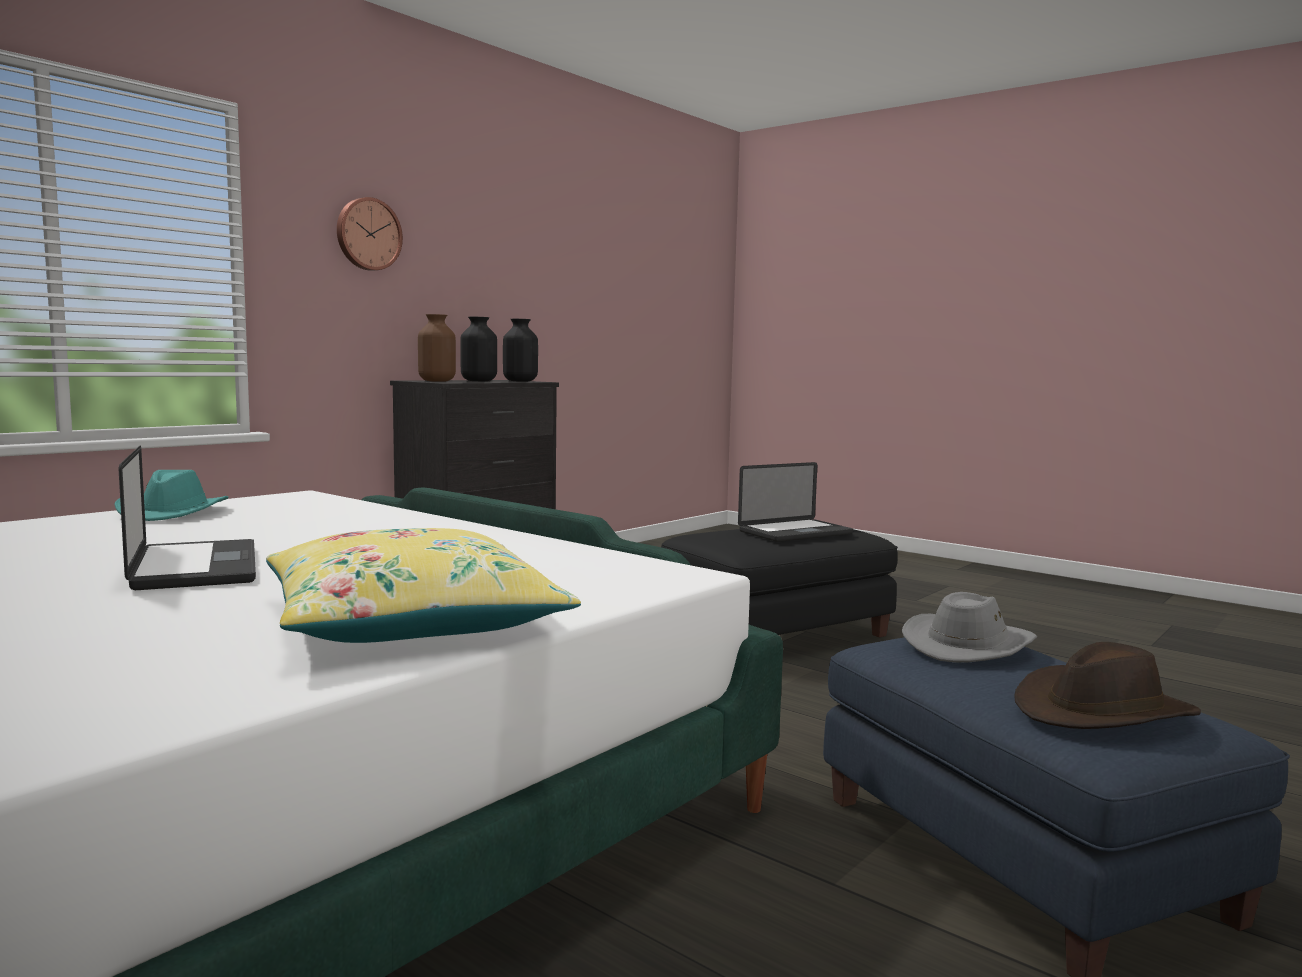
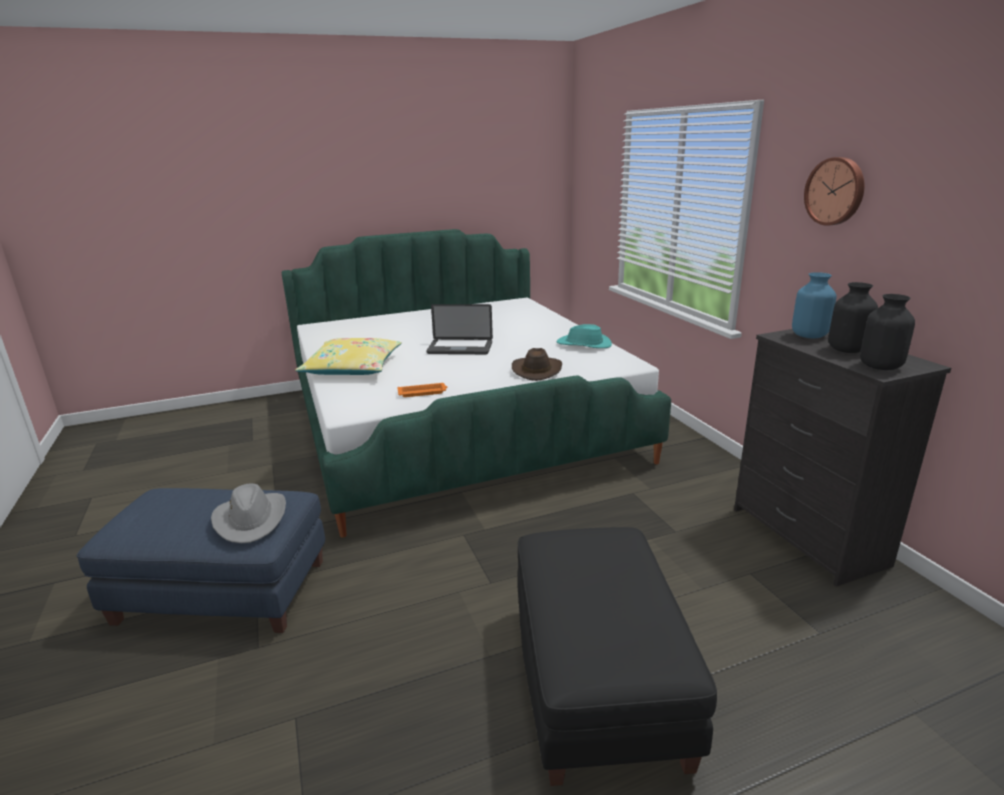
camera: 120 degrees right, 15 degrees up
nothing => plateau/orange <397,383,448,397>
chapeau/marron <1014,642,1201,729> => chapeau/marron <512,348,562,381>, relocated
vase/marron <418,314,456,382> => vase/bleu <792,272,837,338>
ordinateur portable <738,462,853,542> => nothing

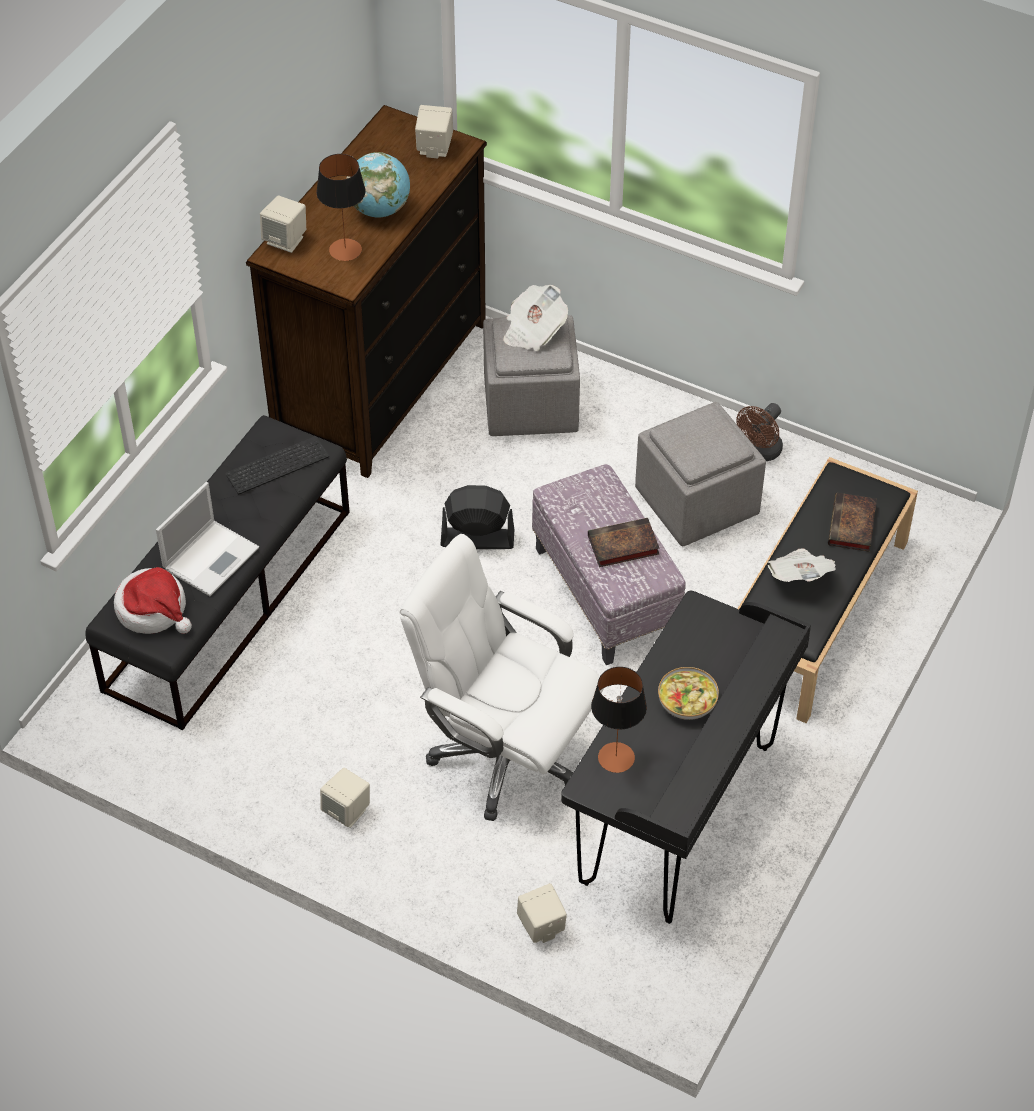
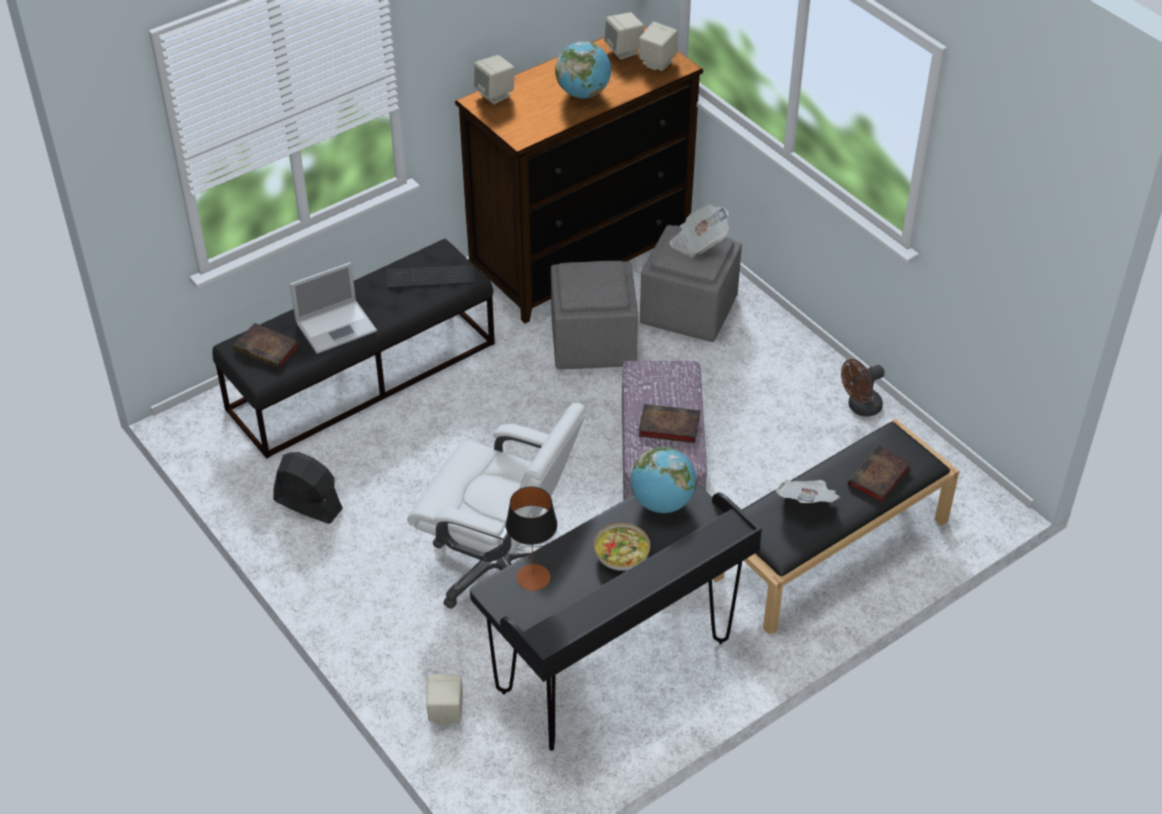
camera: 25 degrees right, 5 degrees down
chapeau <114,567,192,634> => livre <233,323,300,369>
ventilateur/noir <440,485,514,549> => ventilateur/noir <273,452,343,524>, relocated
chaise de bureau/blanc <400,534,604,821> => chaise de bureau/blanc <407,403,586,609>, 150 degrees clockwise
pouf/gris <635,402,766,546> => pouf/gris <551,261,638,370>, relocated
enceinte/beige <320,768,370,828> => enceinte/beige <604,12,644,60>, relocated
nothing => globe <631,447,697,513>
lampe de table <316,154,366,261> => nothing

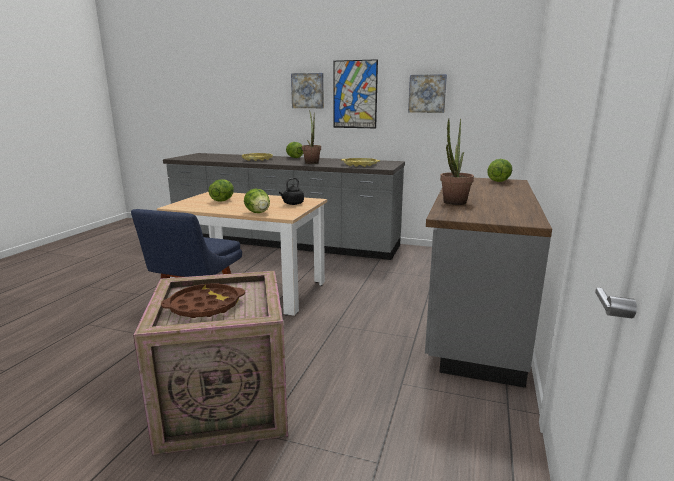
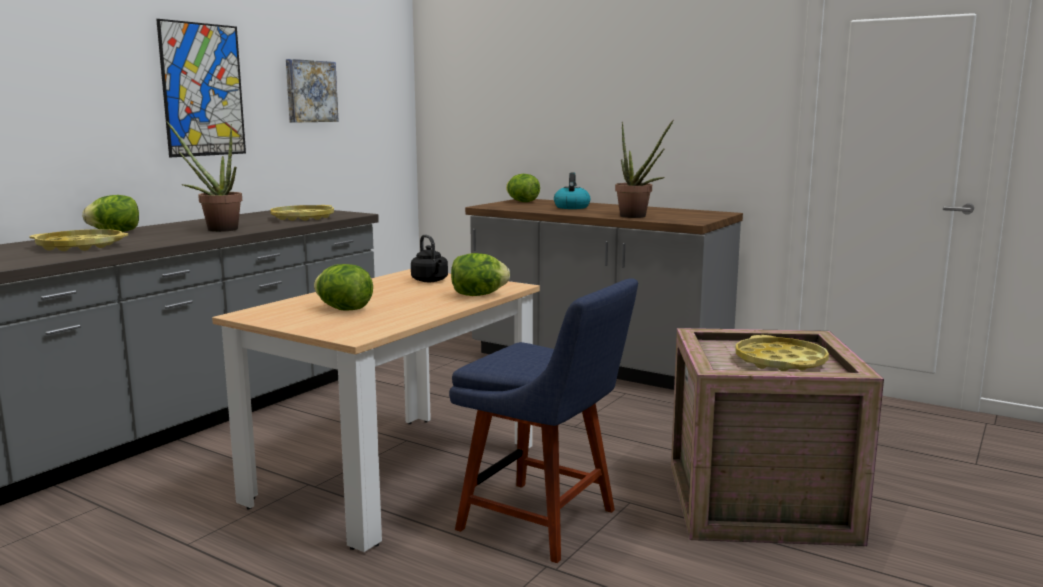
camera: 75 degrees left, 5 degrees down
nothing => bouilloire <554,172,590,209>
plateau/marron <161,283,245,318> => plateau/jaune <735,335,829,371>
tableau <291,73,324,108> => nothing

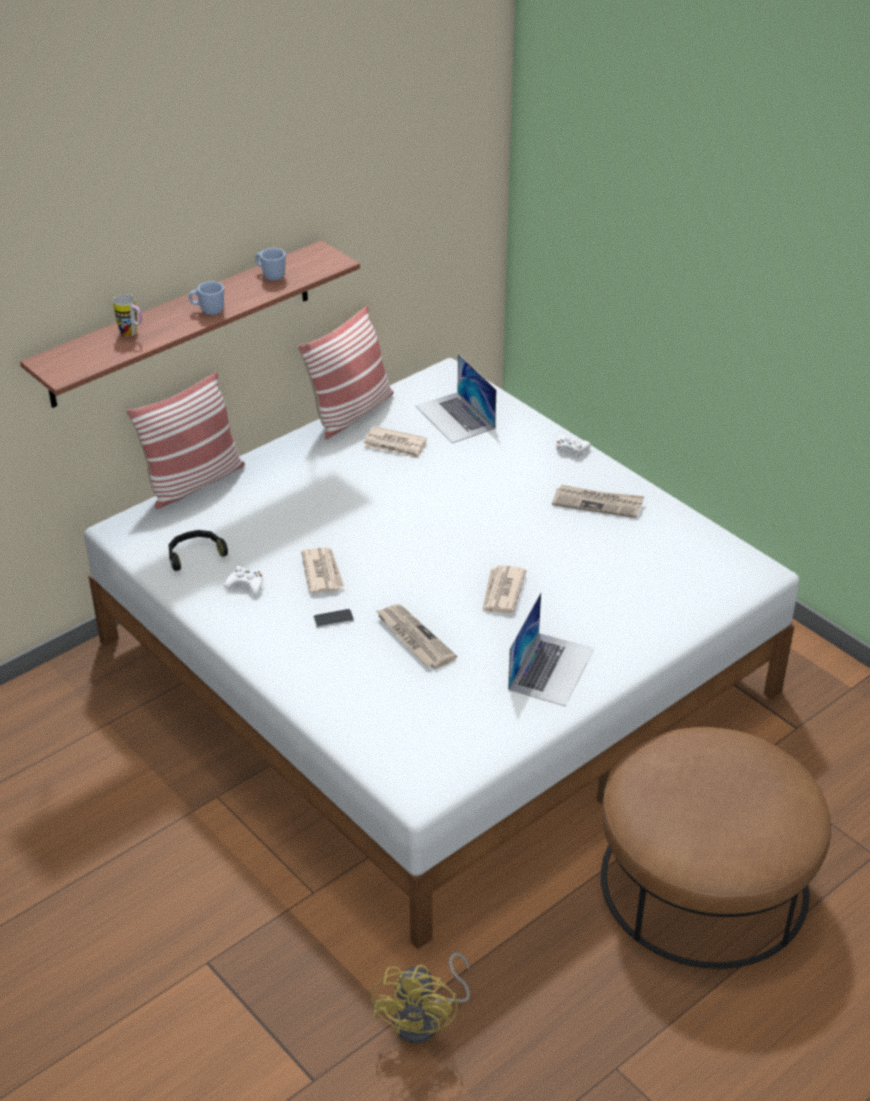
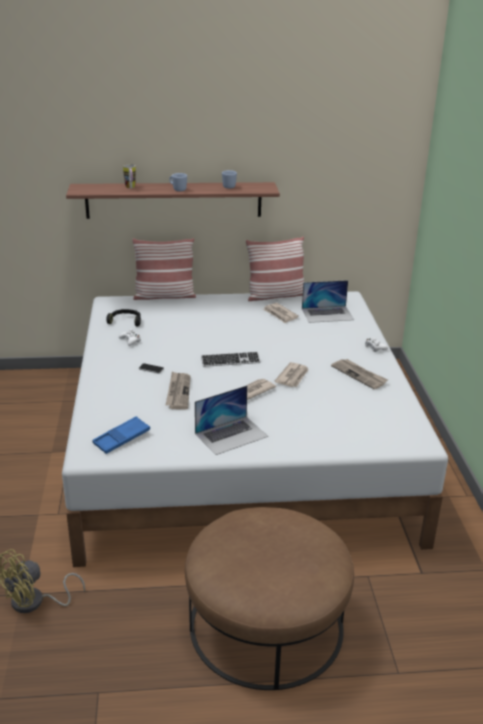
camera: 35 degrees right, 10 degrees down
nothing => plateau/bleu <92,416,150,454>
nothing => clavier <201,352,261,367>
journal <301,547,345,593> => journal <274,362,309,387>, relocated
ordinateur portable <416,354,496,443> => ordinateur portable <302,280,354,323>, 105 degrees counterclockwise

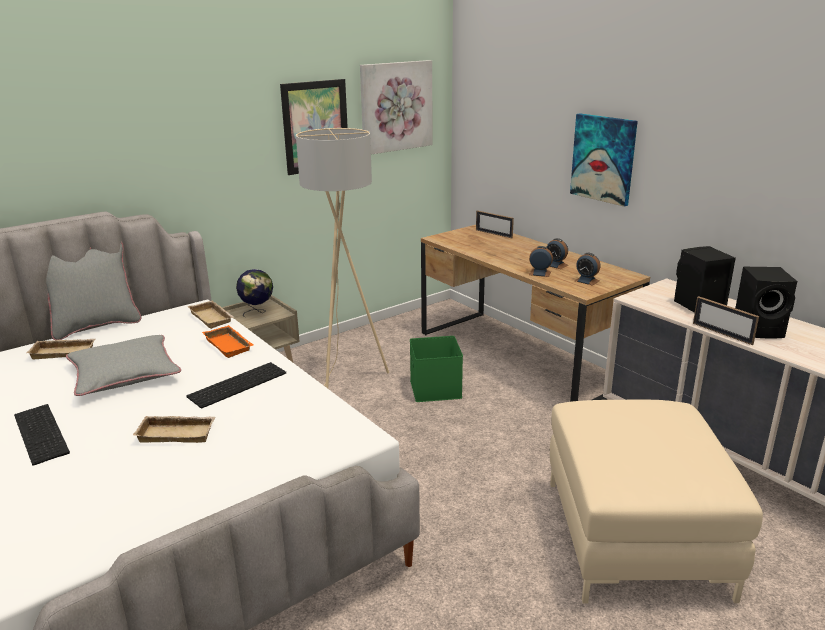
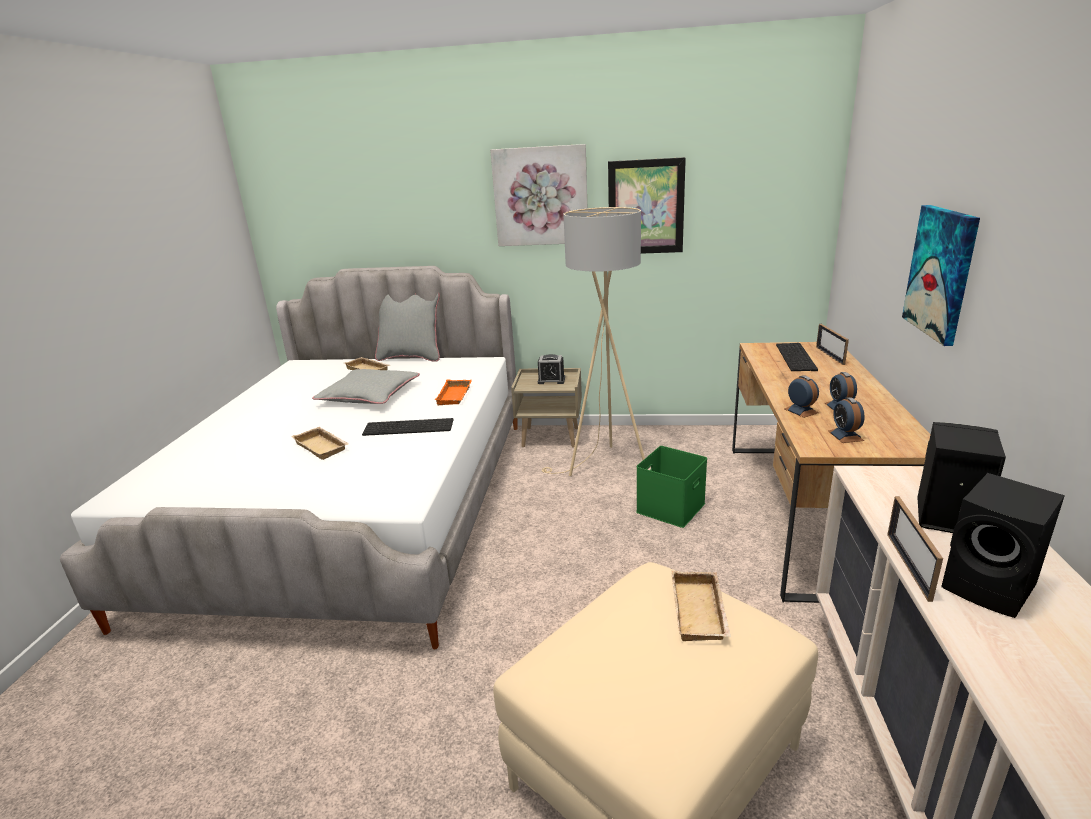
camera: 45 degrees right, 0 degrees up
tableau <360,60,432,155> => tableau <490,144,587,246>, relocated
globe <236,269,273,317> => réveil <538,354,565,384>
plateau/beige <188,300,234,329> => plateau/beige <671,570,731,641>, relocated
clavier <14,404,70,466> => clavier <776,343,818,371>, relocated

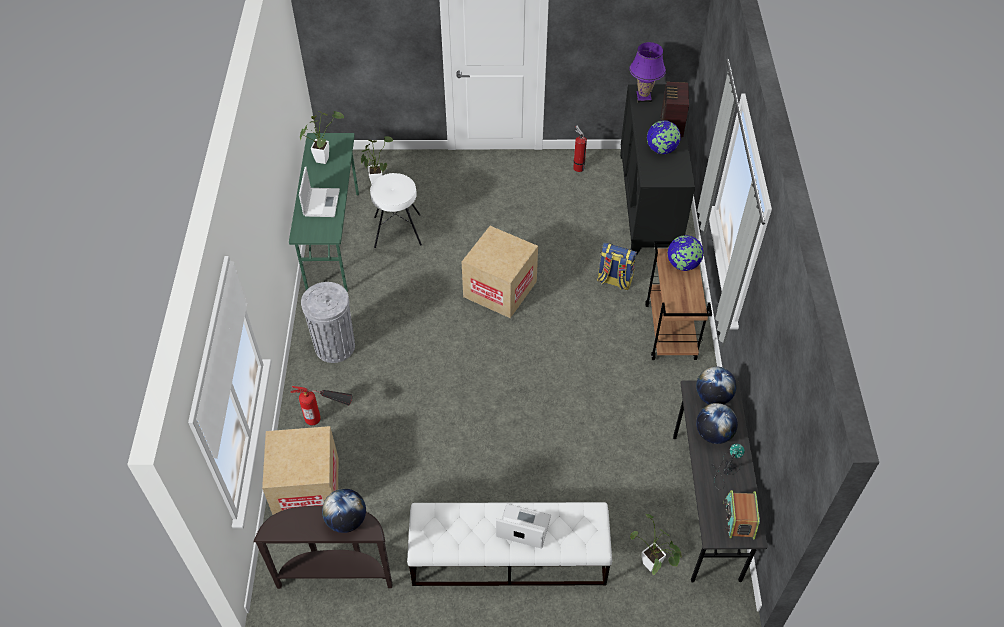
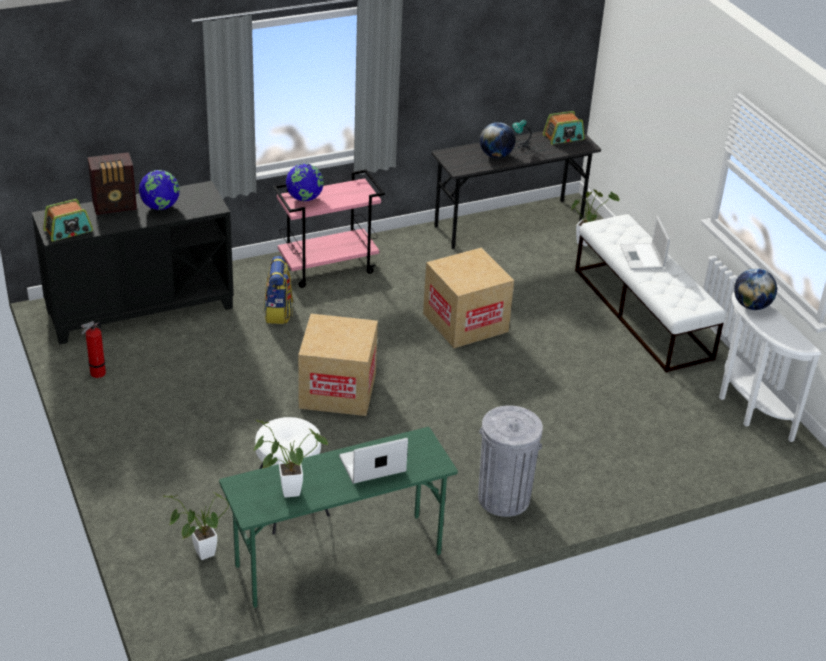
camera: 115 degrees left, 15 degrees down
lampe de table/violet <629,42,666,103> => radio <43,199,93,242>
chariot/marron <645,241,712,360> => chariot/rose <273,169,385,288>
carton <262,426,338,515> => carton <423,248,514,348>, relocated
table console/marron <253,506,392,589> => table console/blanc <719,292,821,442>
extincteur <291,386,352,426> => nothing
globe <696,366,737,404> => nothing

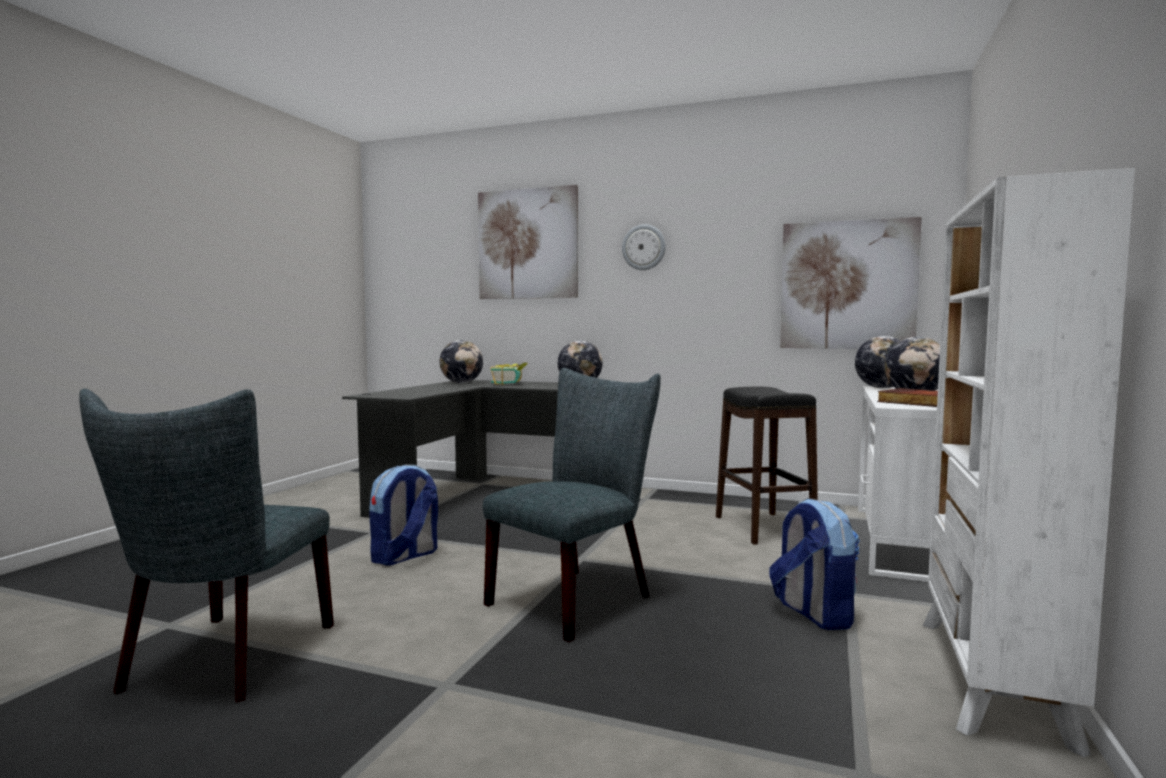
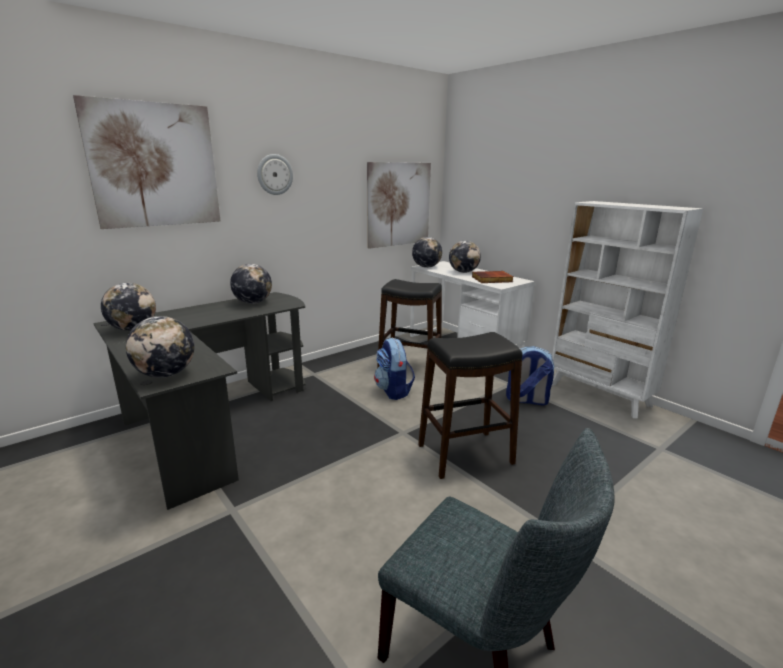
camera: 60 degrees left, 15 degrees up
nothing => globe <126,316,194,378>
sac à dos <369,465,438,566> => sac à dos <374,338,415,400>, relocated
chaise/gris <483,368,661,642> => tabouret/noir <418,332,523,479>
livre <490,362,528,385> => nothing

